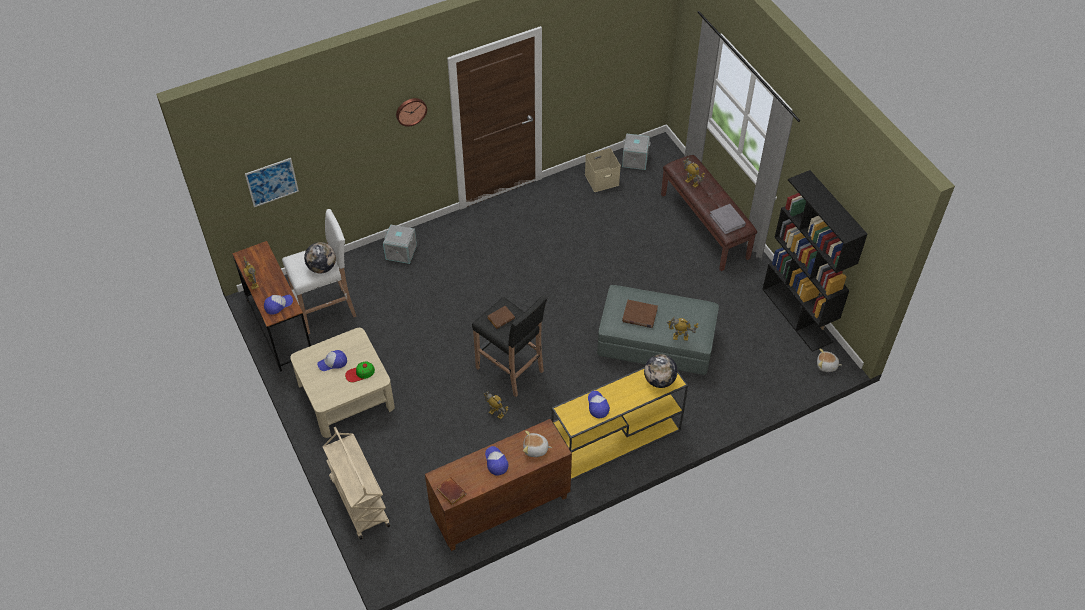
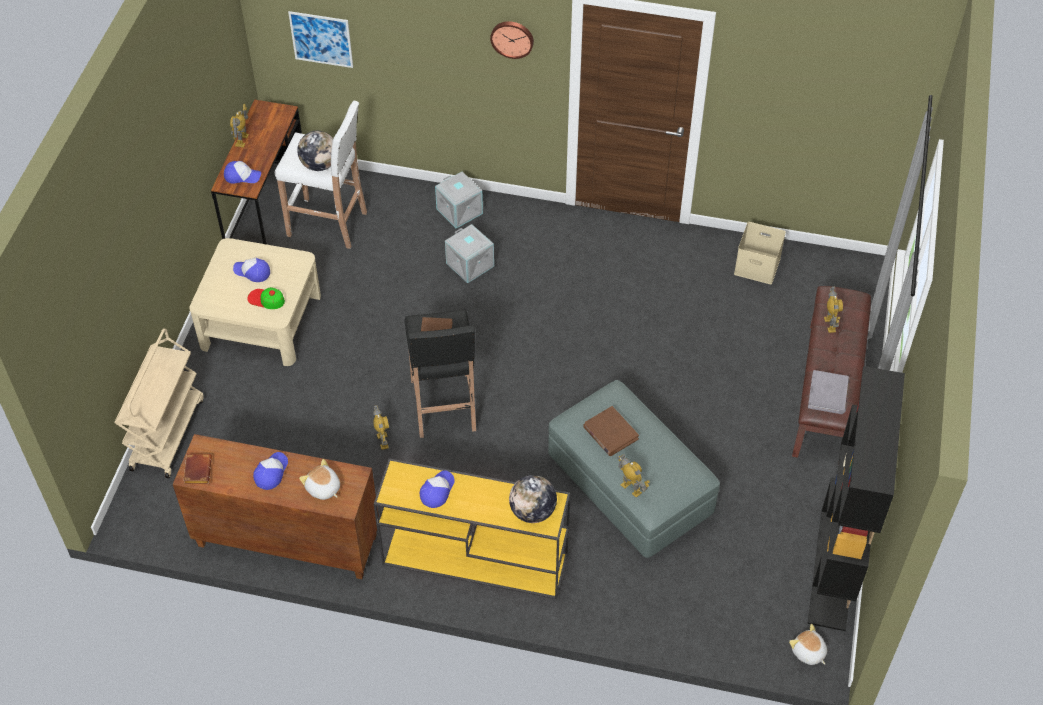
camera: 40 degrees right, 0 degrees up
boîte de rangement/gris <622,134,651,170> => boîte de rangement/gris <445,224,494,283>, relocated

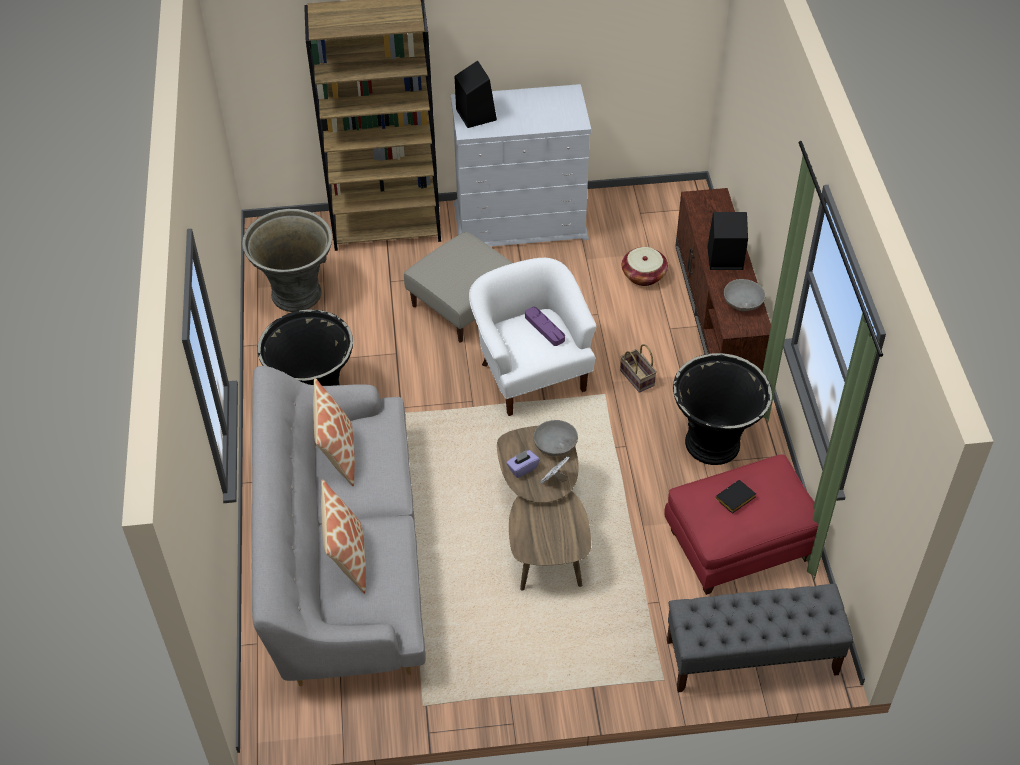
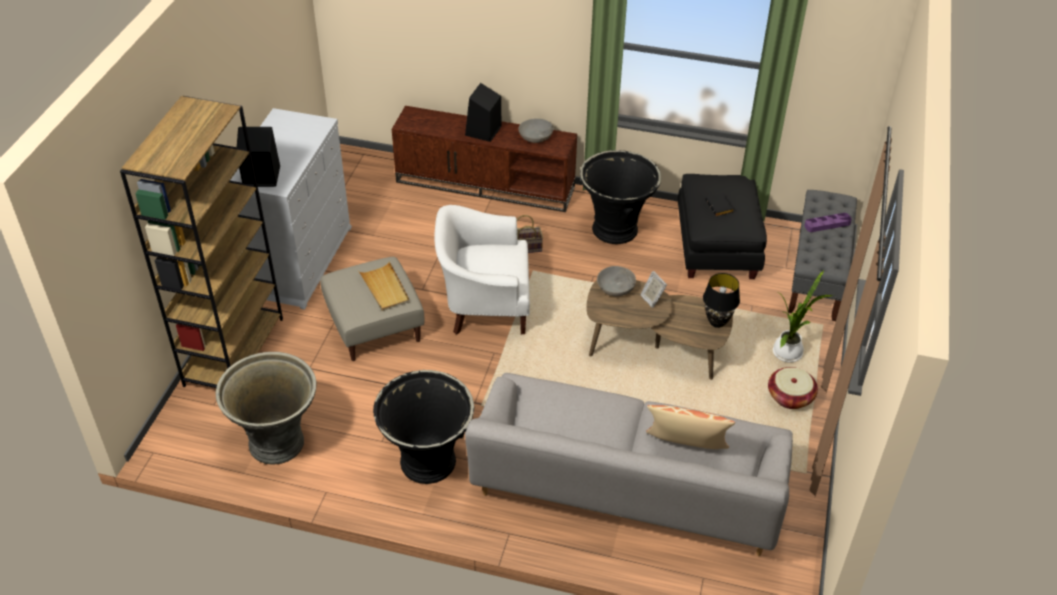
camera: 70 degrees left, 5 degrees down
nothing => plateau/beige <359,261,410,311>
pouf/rouge <664,454,819,595> => pouf/noir <678,174,767,279>
nothing => lampe de table/noir <703,273,740,328>
panier <622,247,668,286> => panier <768,367,818,409>, relocated
nothing => plante en pot <773,270,834,362>
plateau/violet <525,307,565,346> => plateau/violet <804,213,852,232>, relocated
coussin <313,378,355,486> => nothing
boîte à mouchoirs/violet <506,450,539,478> => nothing

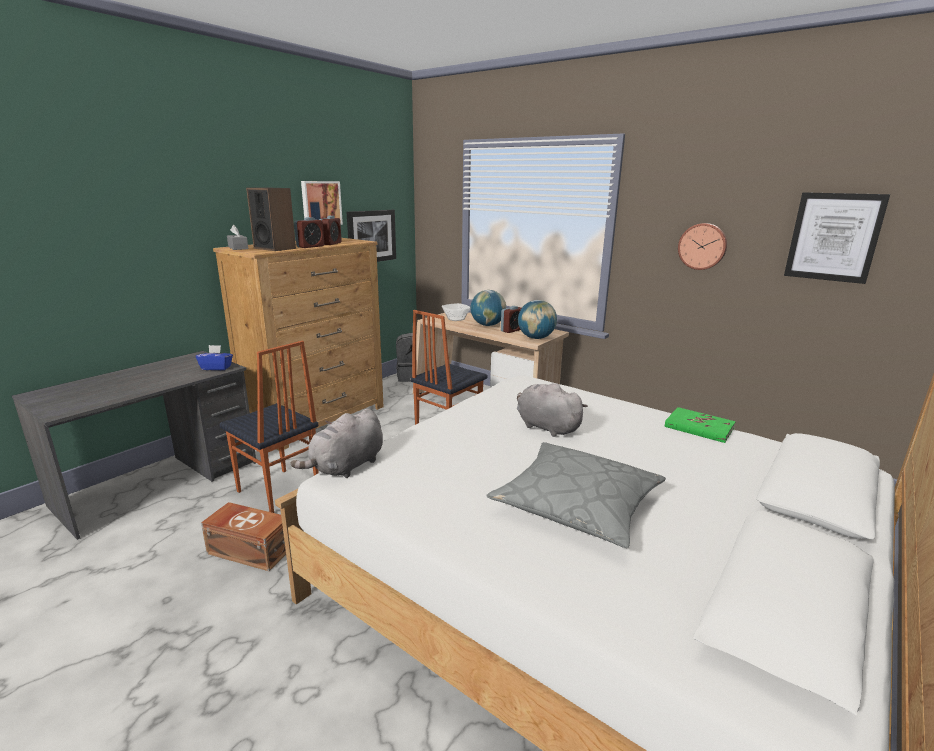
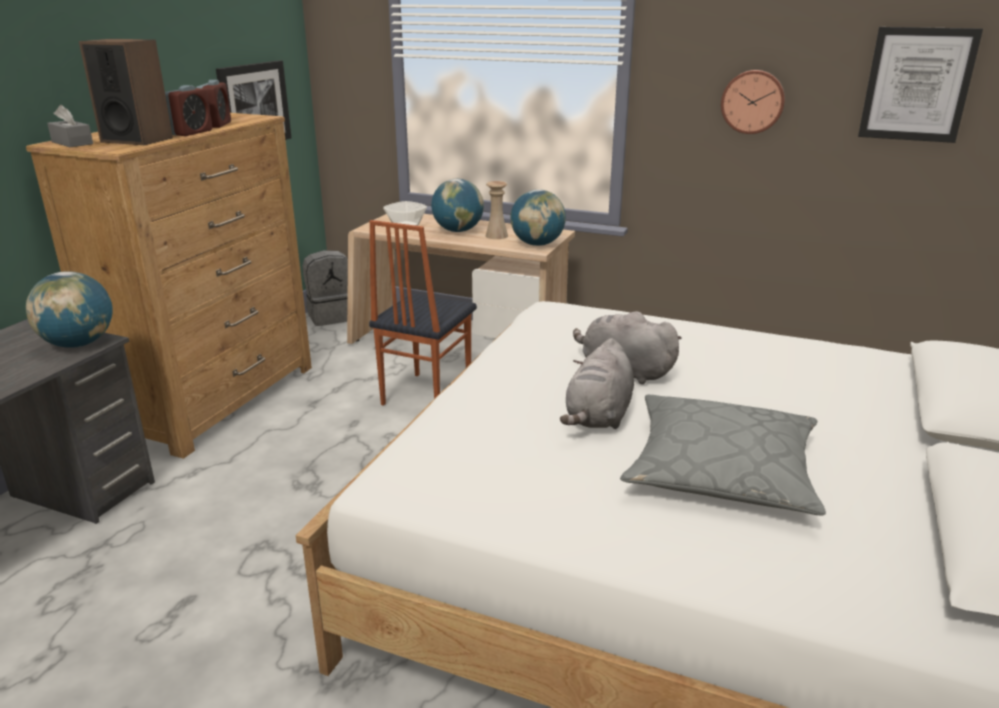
camera: 15 degrees left, 5 degrees up
boîte à mouchoirs/bleu <196,345,233,370> => globe <26,271,113,348>
réveil <501,306,521,333> => vase/beige <486,181,508,239>
peluche/gris <290,409,383,478> => peluche/gris <560,338,634,429>, relocated
boîte de rangement/marron <201,502,286,571> => nothing
chaise <219,341,319,513> => nothing
tableau <301,181,343,225> => nothing
livre/vert <665,407,736,443> => nothing

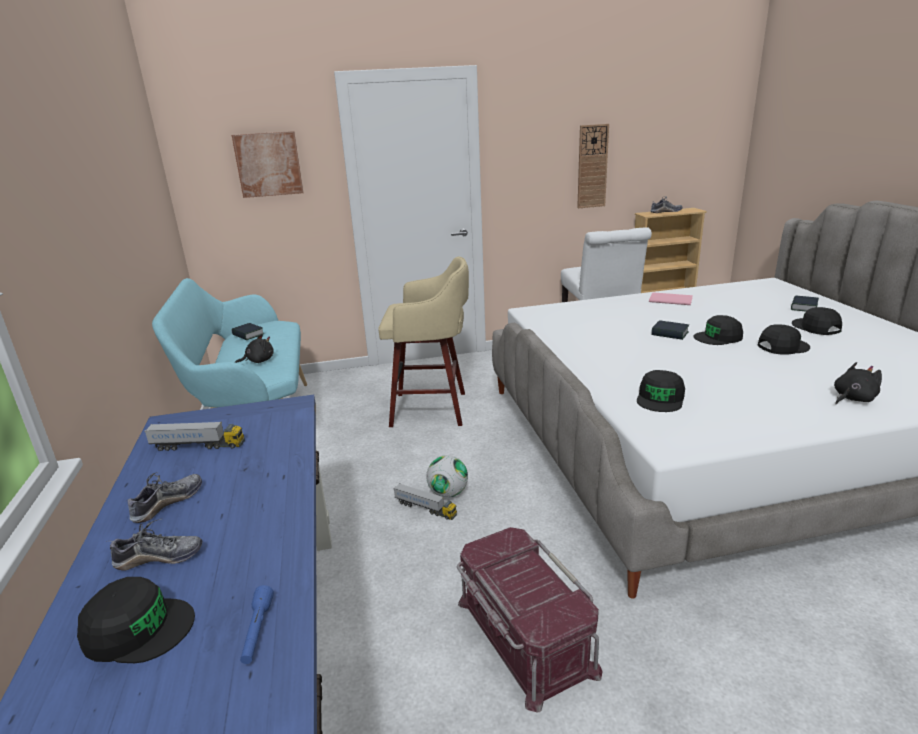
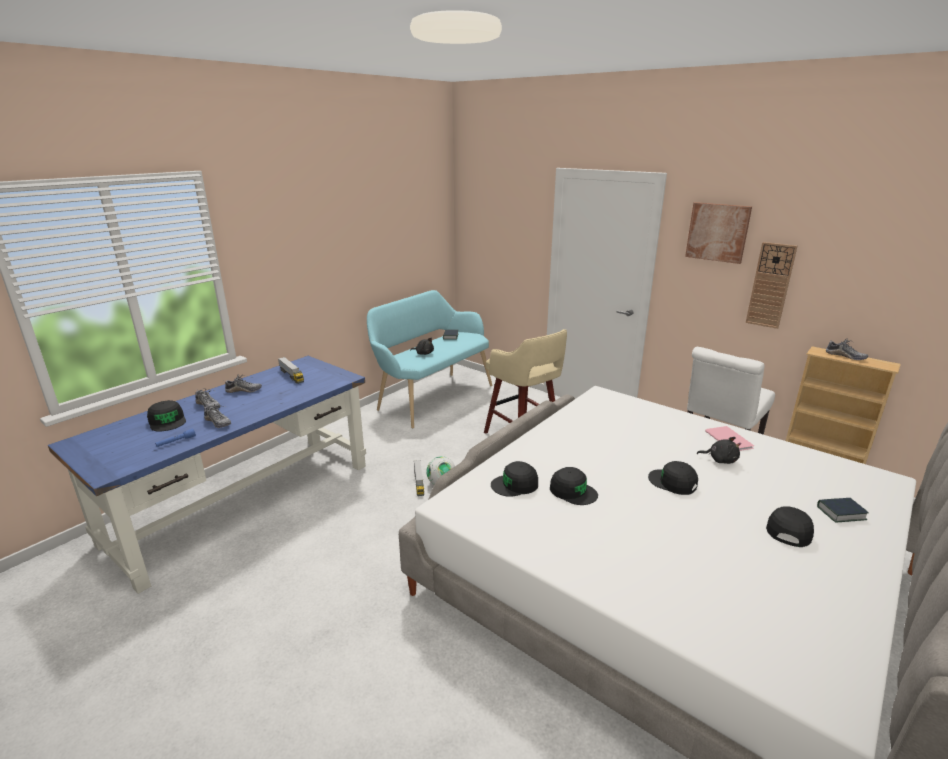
camera: 50 degrees right, 0 degrees up
nothing => chaussure <204,404,231,428>
casquette/noir <758,325,810,355> => casquette/noir <550,467,598,505>, relocated
tableau <232,131,303,198> => tableau <685,202,752,264>, relocated
peluche/noir <834,362,882,404> => peluche/noir <697,437,741,464>, relocated
boîte de rangement/rouge <457,527,603,713> => nothing
livre <651,320,689,340> => nothing

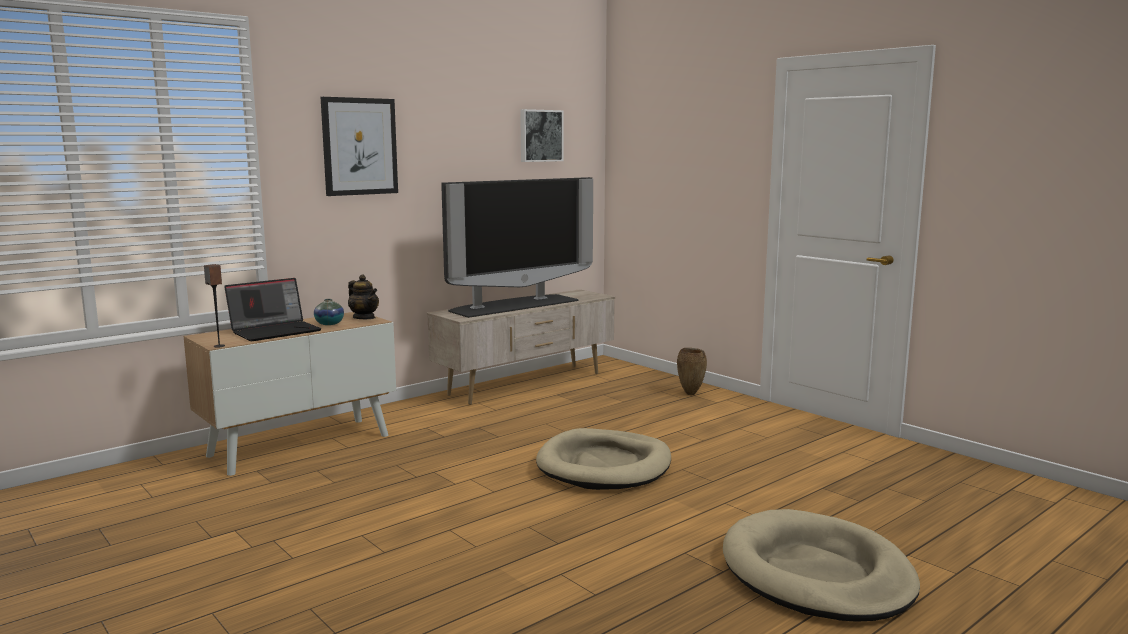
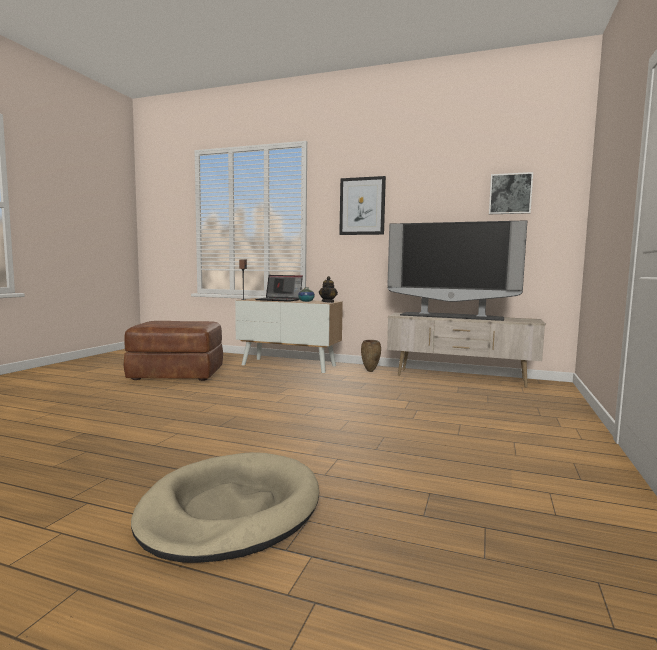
camera: 60 degrees right, 5 degrees down
nothing => pouf/marron <124,321,223,381>
vase/marron <677,348,707,395> => vase/marron <361,340,381,372>, relocated
panier pour chien/beige <536,428,671,490> => nothing

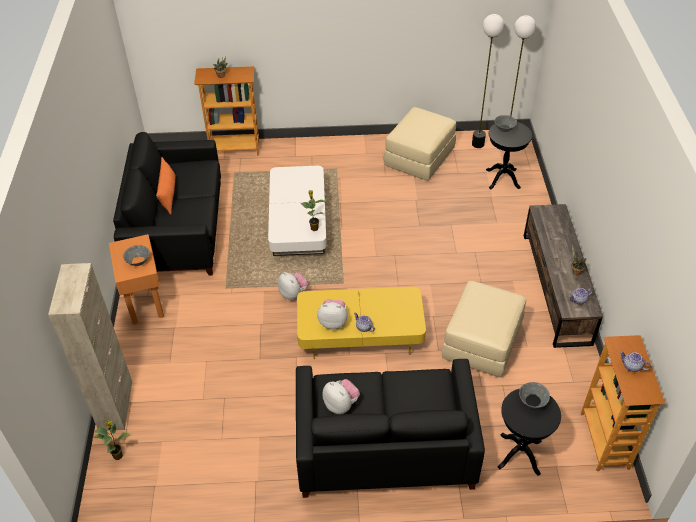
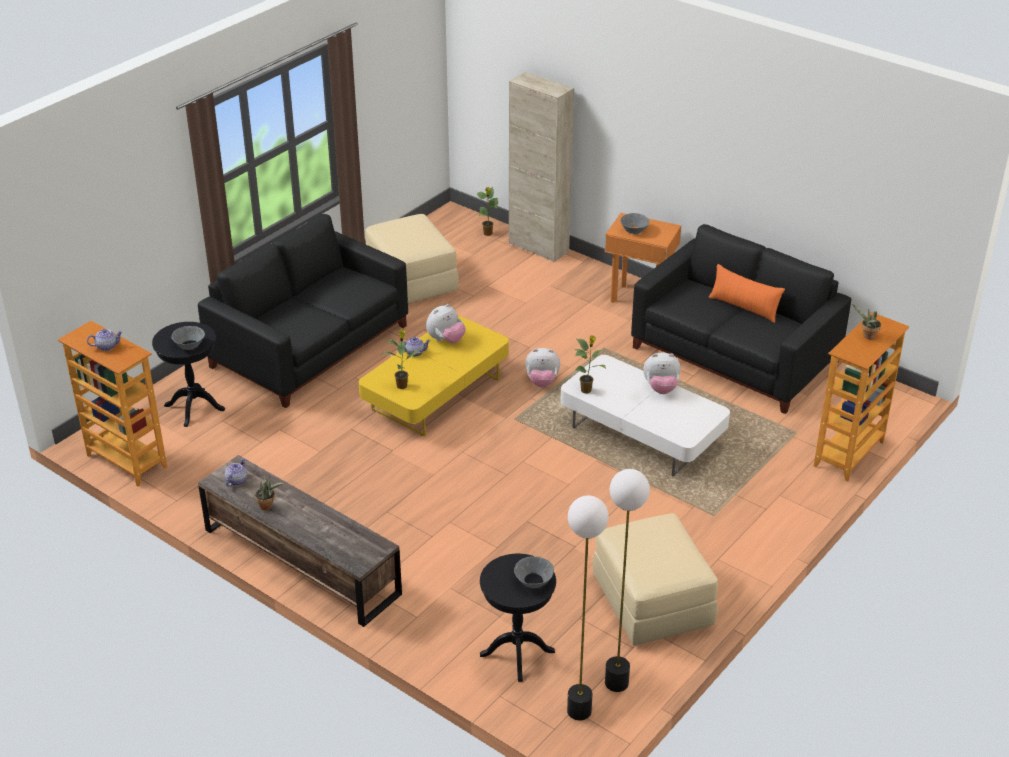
camera: 130 degrees right, 10 degrees down
pouf/beige <442,281,526,377> => pouf/beige <365,214,459,303>, relocated
nothing => plante en pot <382,330,422,389>
peluche <323,379,360,414> => peluche <643,352,680,394>, relocated

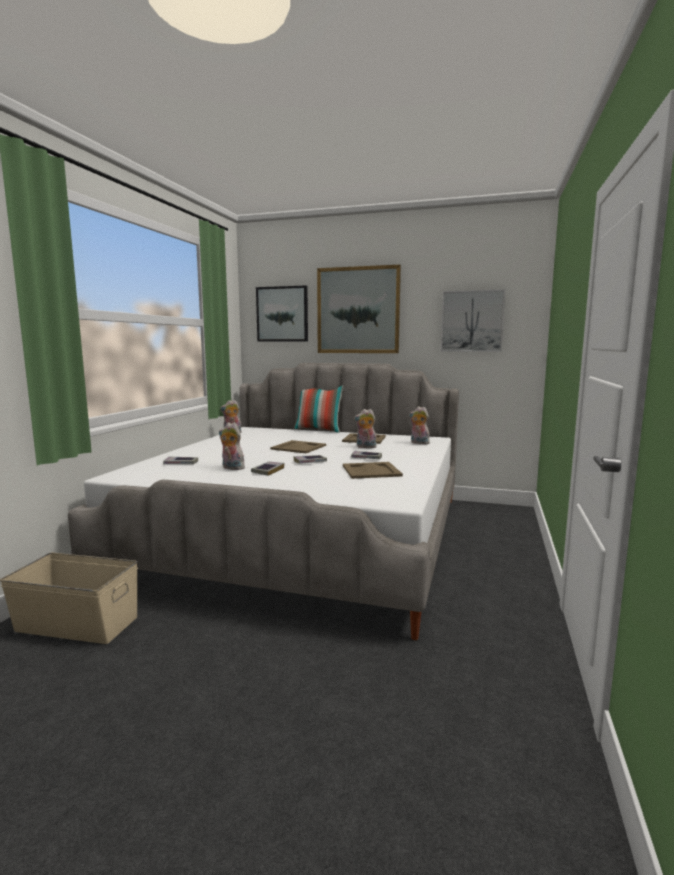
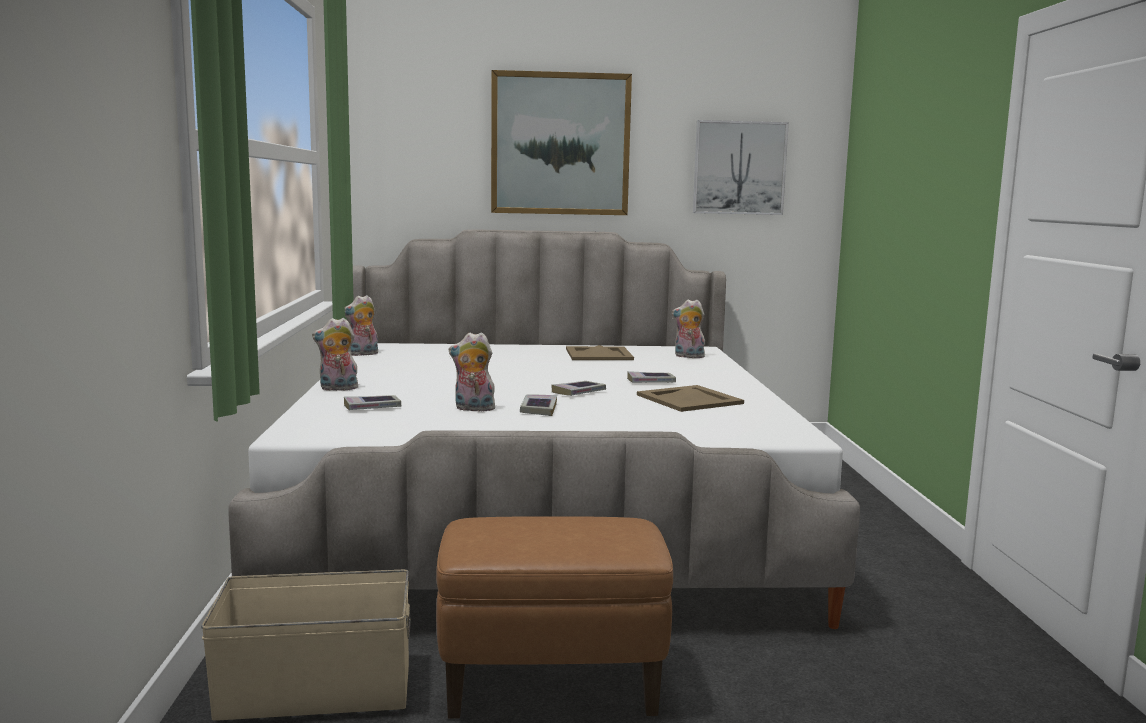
camera: 20 degrees left, 0 degrees up
peluche <354,409,377,448> => peluche <312,318,358,391>, relocated
nothing => pouf/marron <436,516,673,719>
tableau <256,285,308,342> => nothing
plateau/beige <270,440,326,453> => nothing
coussin <294,385,344,433> => nothing

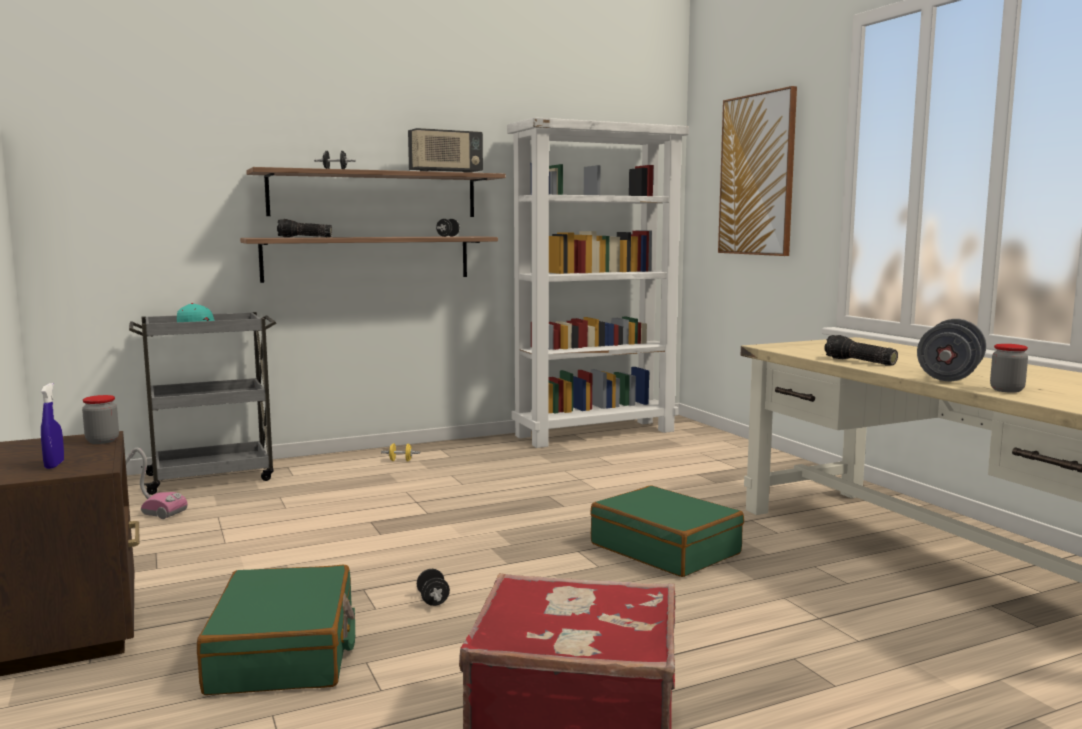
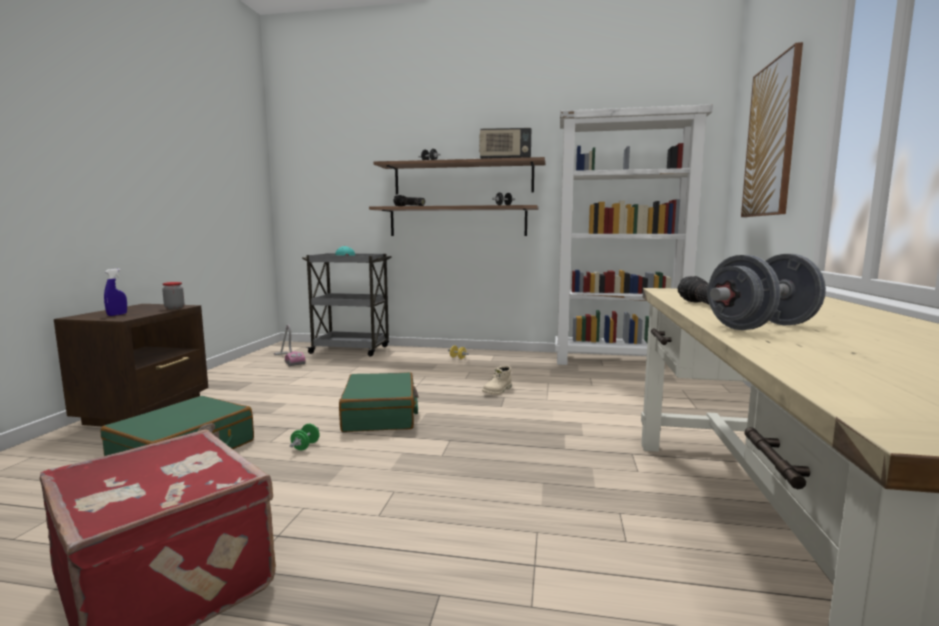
camera: 35 degrees right, 0 degrees up
haltère/noir <417,569,450,606> => haltère/vert <290,424,320,450>
valise/vert <590,485,744,577> => valise/vert <339,372,419,432>, relocated
nothing => botte/beige <482,365,512,395>
bocal <990,344,1028,393> => nothing

